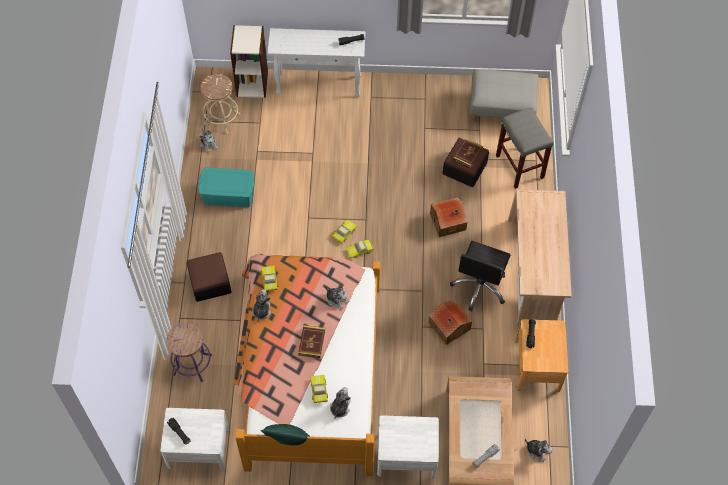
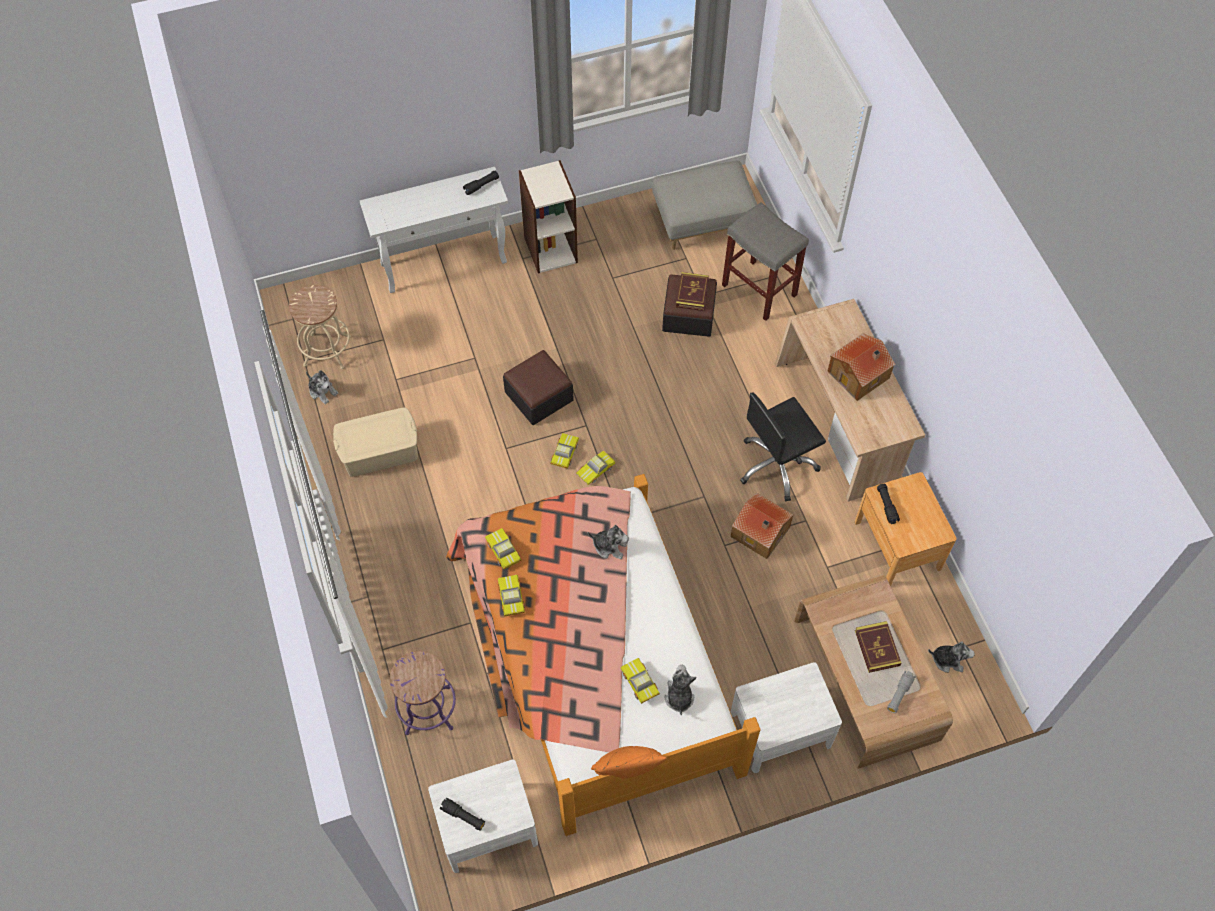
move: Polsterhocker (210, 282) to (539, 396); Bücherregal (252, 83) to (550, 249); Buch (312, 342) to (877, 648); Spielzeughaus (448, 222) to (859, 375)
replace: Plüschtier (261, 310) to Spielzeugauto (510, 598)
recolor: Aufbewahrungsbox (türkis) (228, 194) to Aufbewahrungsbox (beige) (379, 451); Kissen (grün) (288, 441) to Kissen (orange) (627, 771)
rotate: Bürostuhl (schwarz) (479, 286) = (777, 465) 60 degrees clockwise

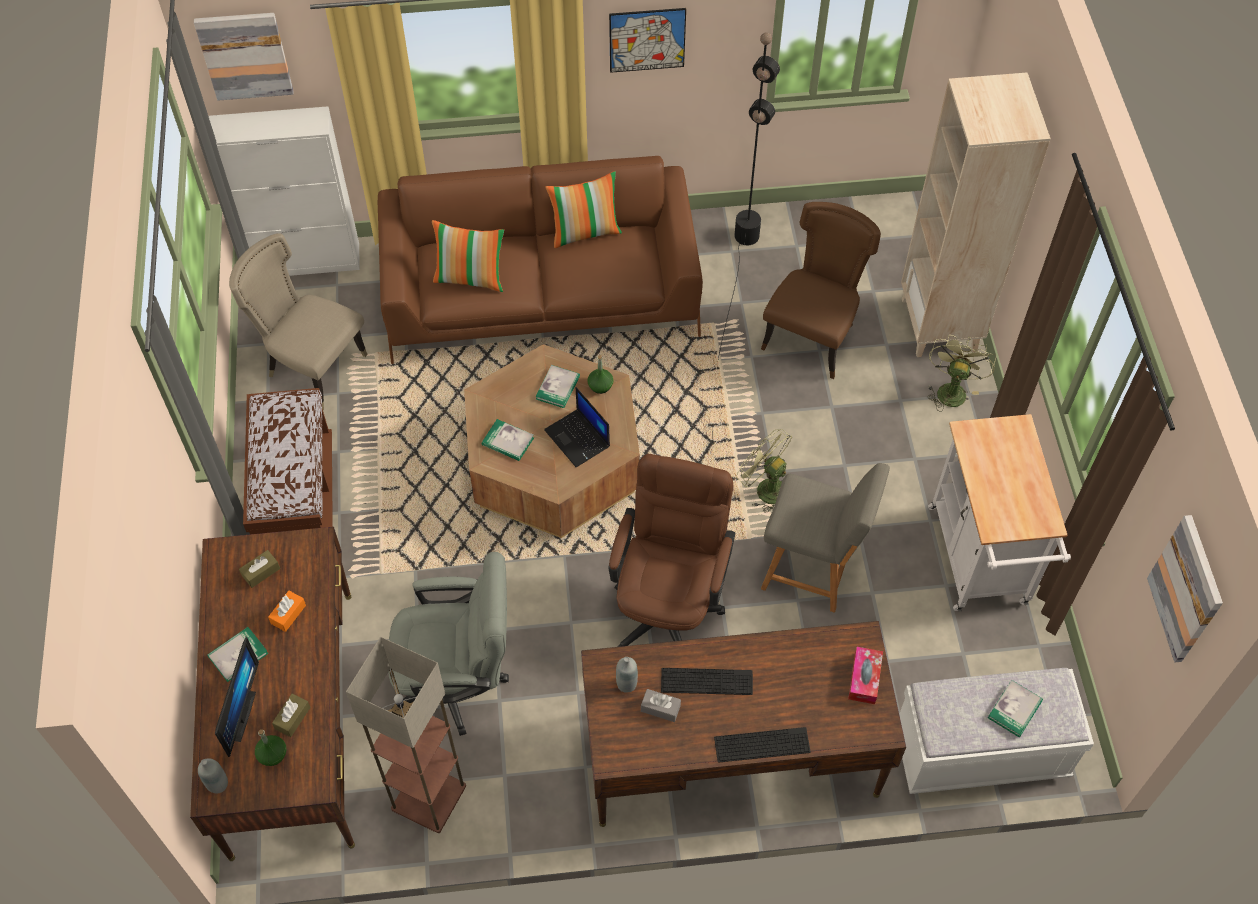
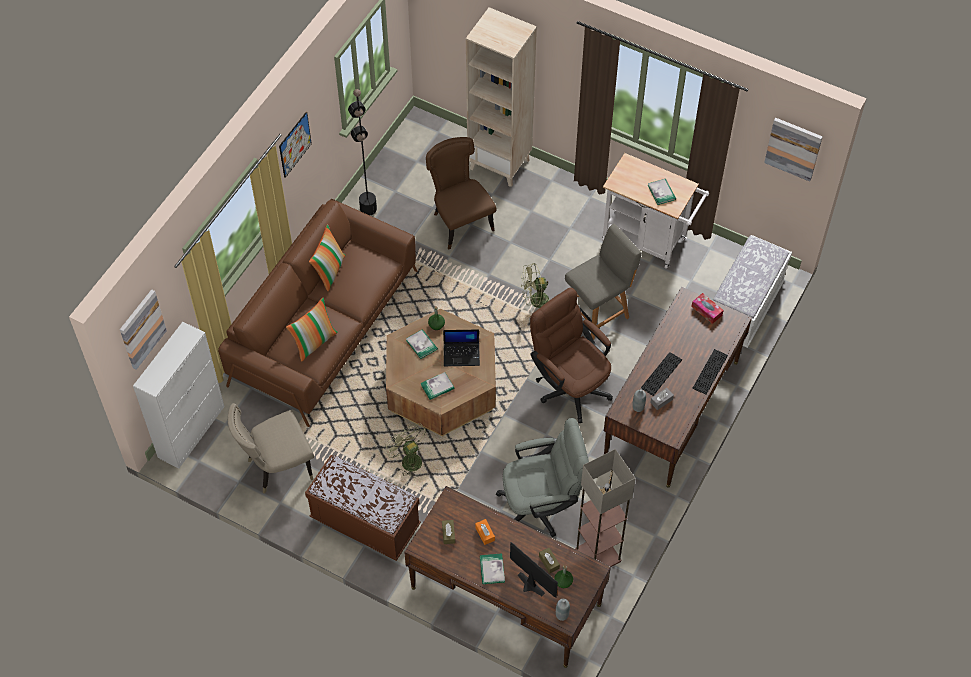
move: Ventilator (grün) (951, 389) to (408, 459); Buch (1014, 709) to (661, 192)
rotate: Bürostuhl (grau) (458, 682) = (541, 505) 45 degrees clockwise

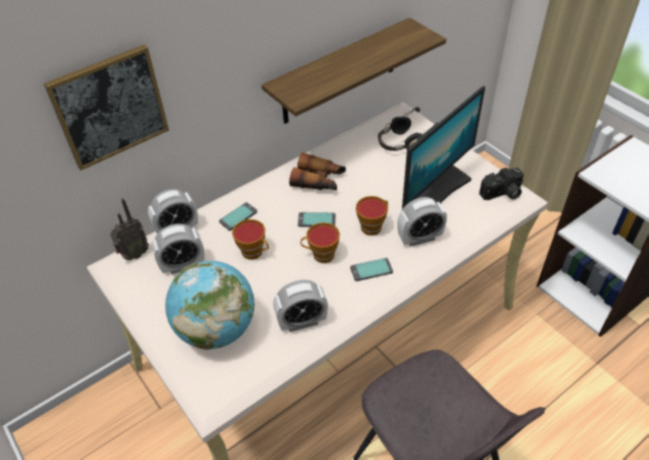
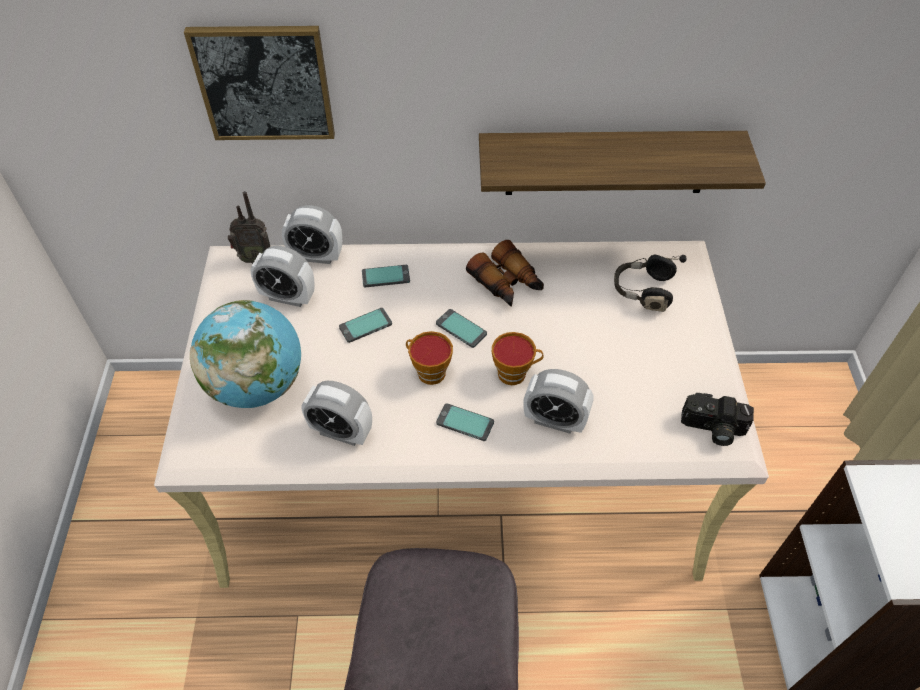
delete: Monitor (435, 191)
replace: Tasse (254, 252) to Handy (365, 326)

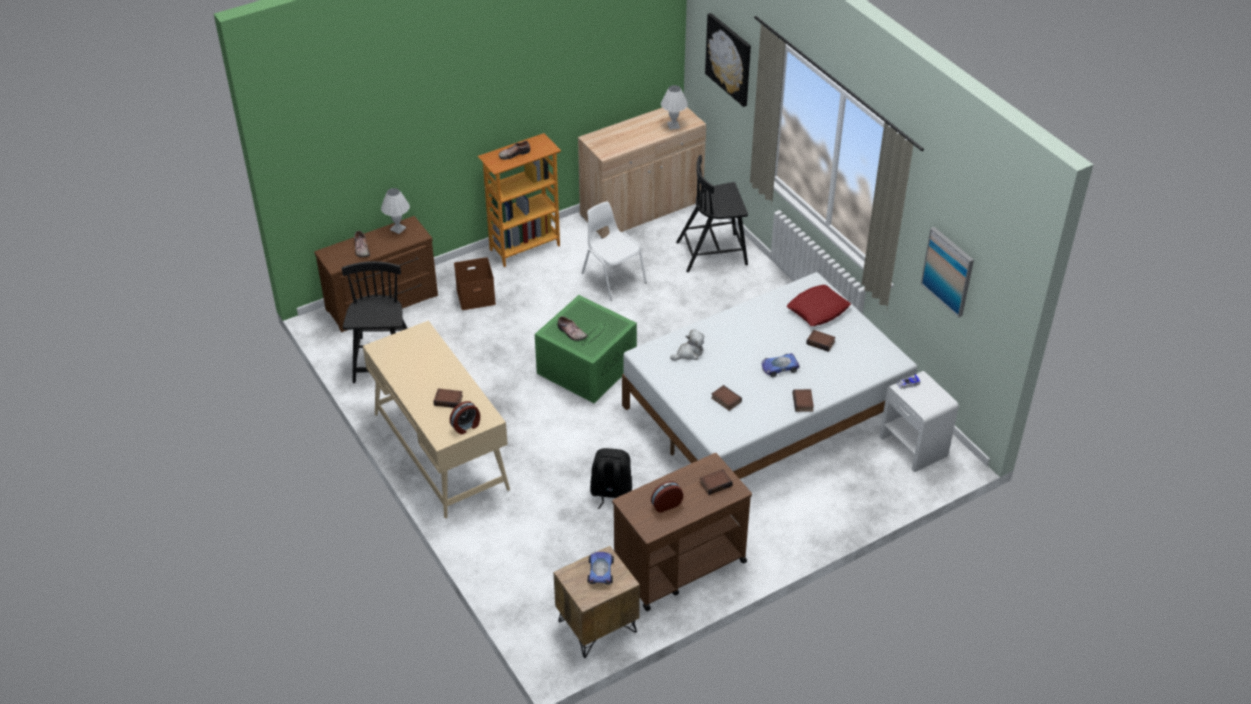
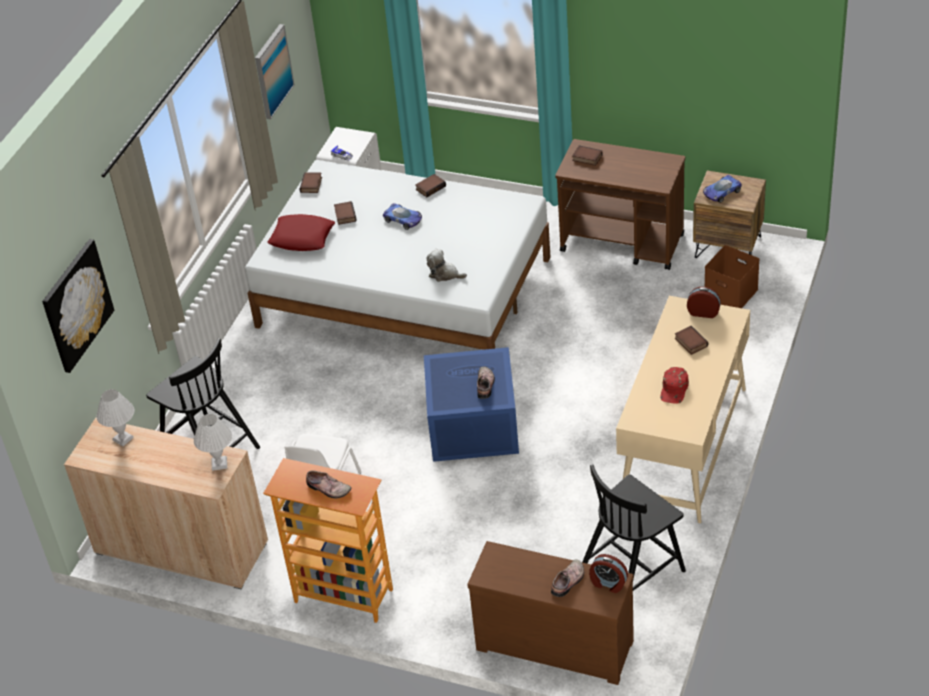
delete: Rucksack (schwarz) (610, 493)
insert: Kappe (rot) (674, 389)
move: Tischlampe (weiß) (397, 229) to (219, 464); Aufbewahrungsbox (braun) (476, 296) to (729, 293); Wecker (666, 504) to (608, 583); Buch (725, 400) to (312, 185)
recolor: Aufbewahrungsbox (grün) (586, 366) to Aufbewahrungsbox (blau) (472, 427)

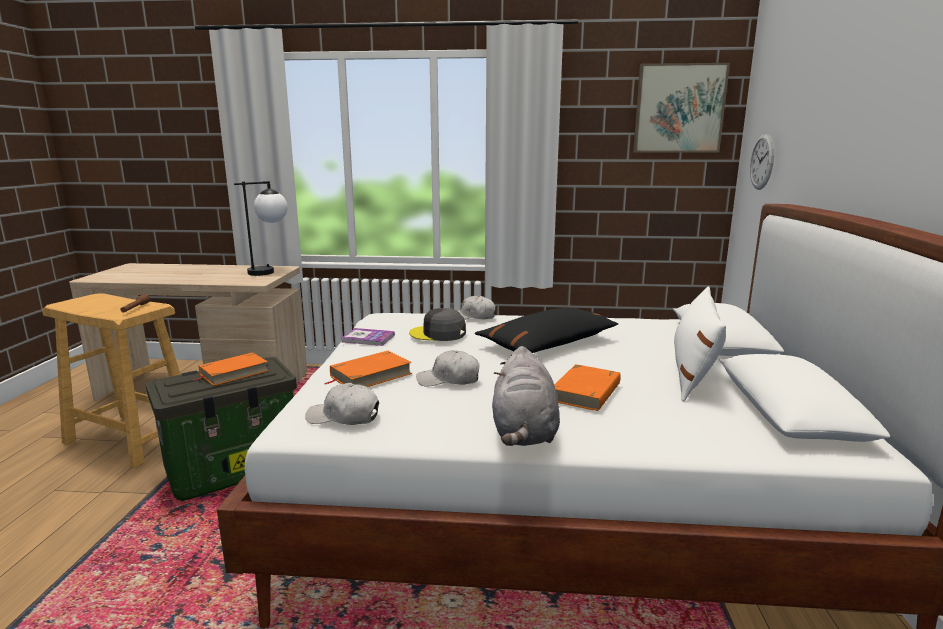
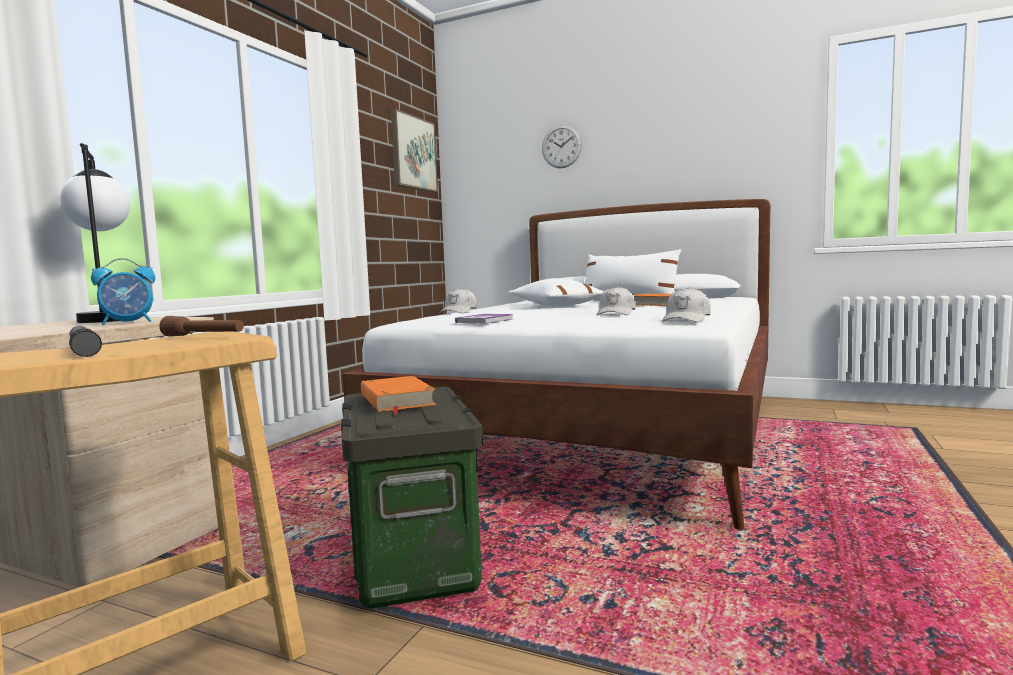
delete: Buch (orange) (370, 375); Kappe (grau) (438, 334); Plüschtier (grau) (524, 432)
insert: Taschenlampe (83, 350); Wecker (128, 323)
move: Wanduhr (762, 162) to (561, 146)
recolor: Kissen (schwarz) (548, 343) to Kissen (weiß) (554, 306)

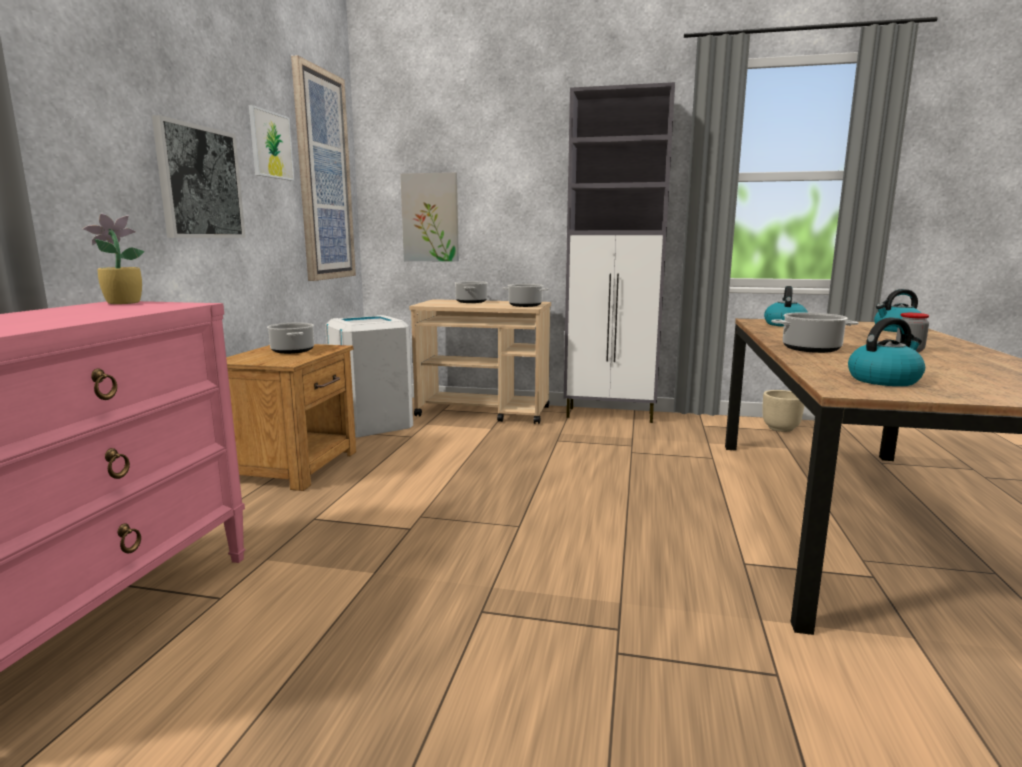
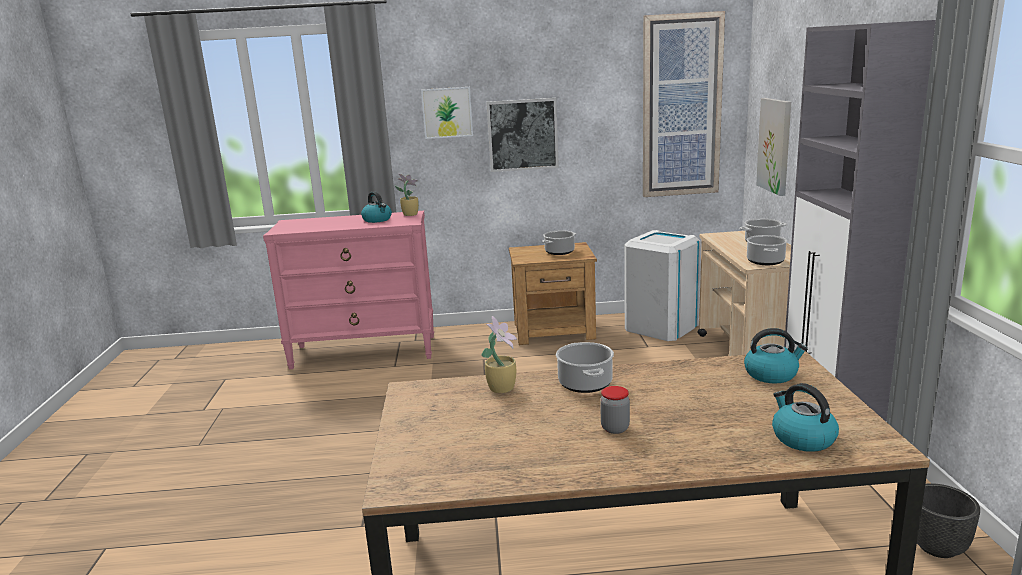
insert: Topfpflanze (502, 388)
move: Bild (271, 145) to (447, 112); Wasserkessel (884, 380) to (377, 220)
recolor: Pflanzkübel (beige) (781, 428) to Pflanzkübel (schwarz) (938, 547)

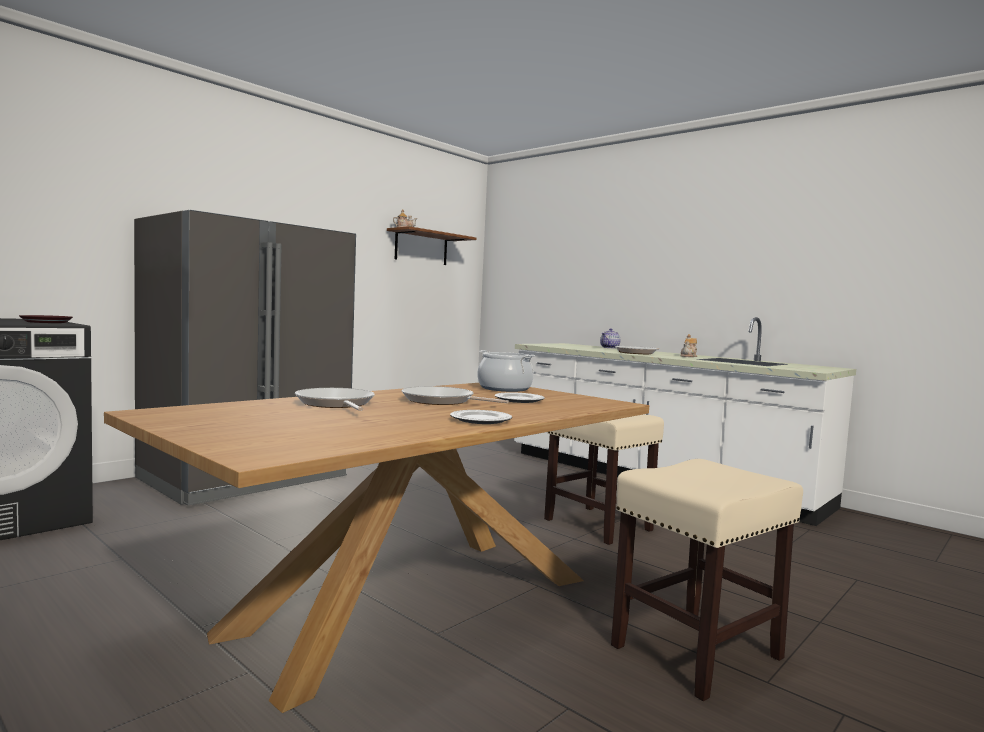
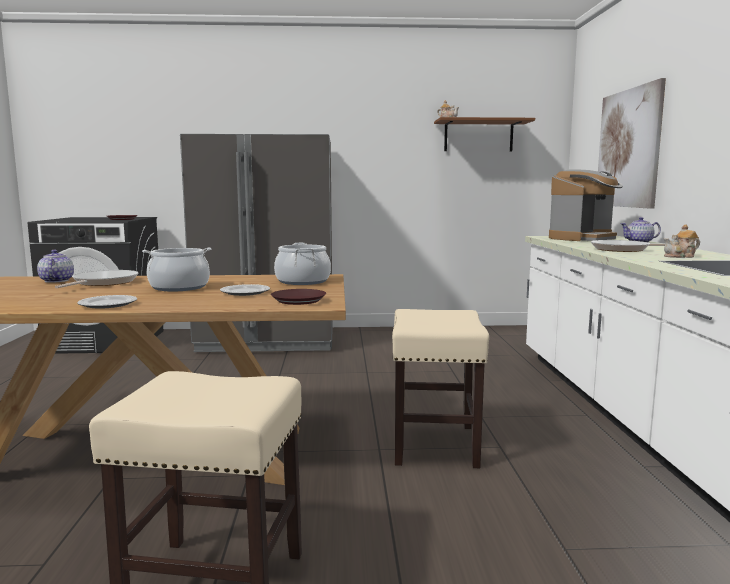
insert: Teekanne (56, 281); Teller (braun) (299, 301); Kaffeemaschine (582, 238); Bild (628, 148)
replace: Pfanne (441, 401) to Kochtopf (179, 287)

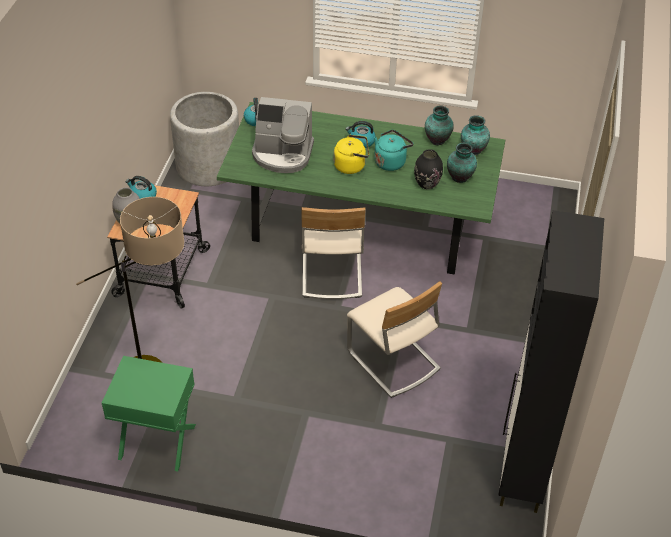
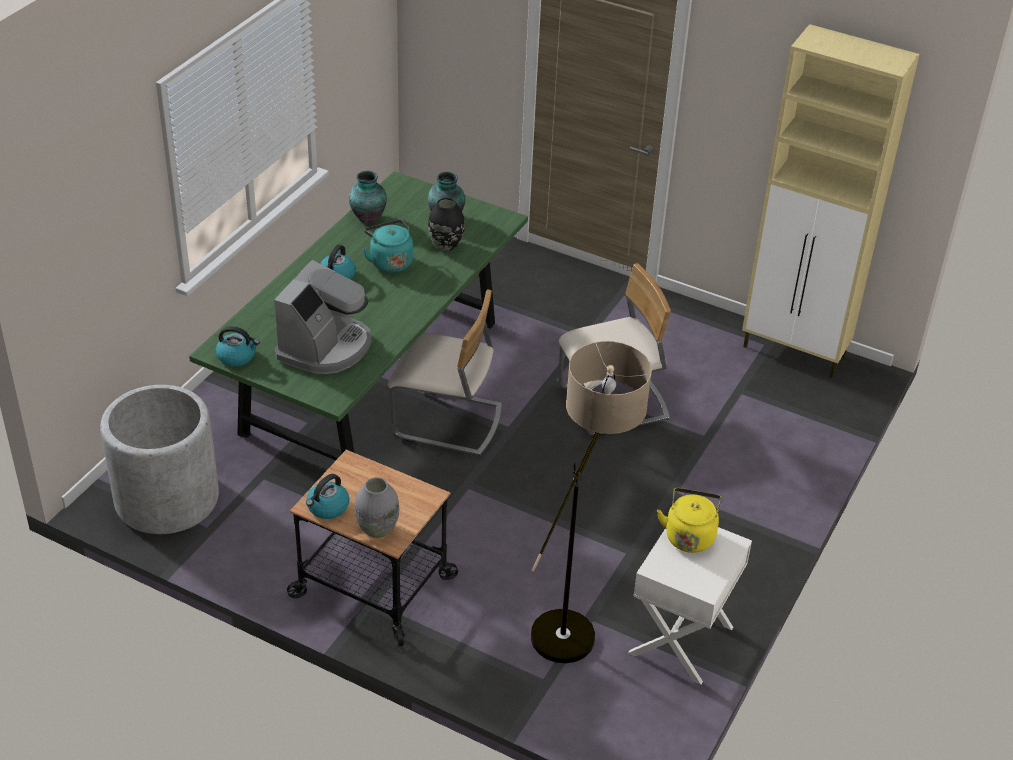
delete: Vase (472, 150)
move: Wasserkessel (gelb) (351, 165) to (689, 535)
recolor: Nachttisch (grün) (157, 442) to Nachttisch (weiß) (682, 640); Schrank (schwarz) (522, 473) to Schrank (beige) (795, 352)

